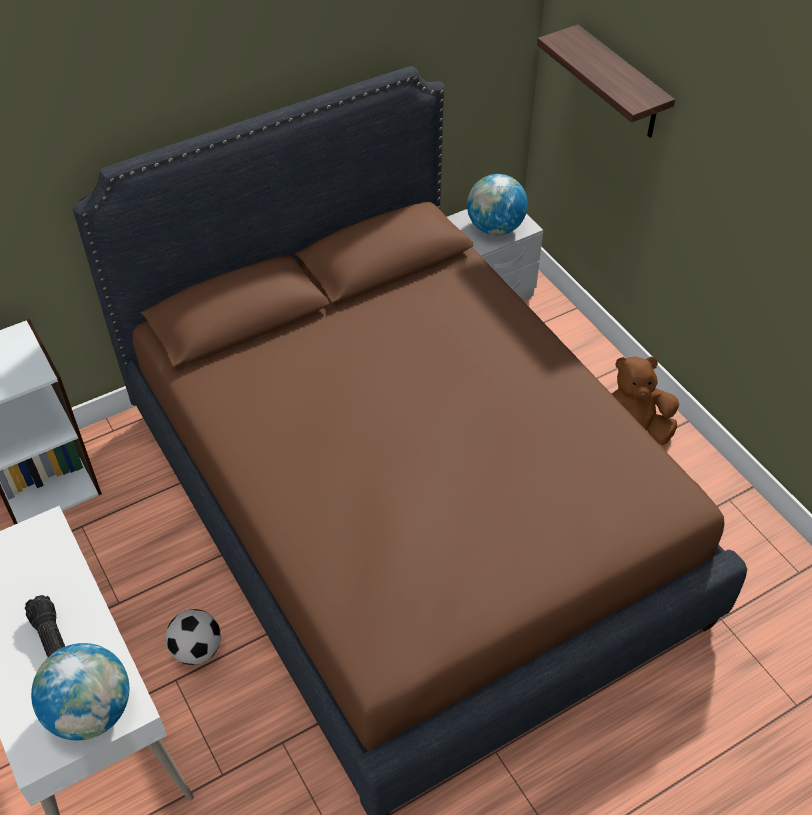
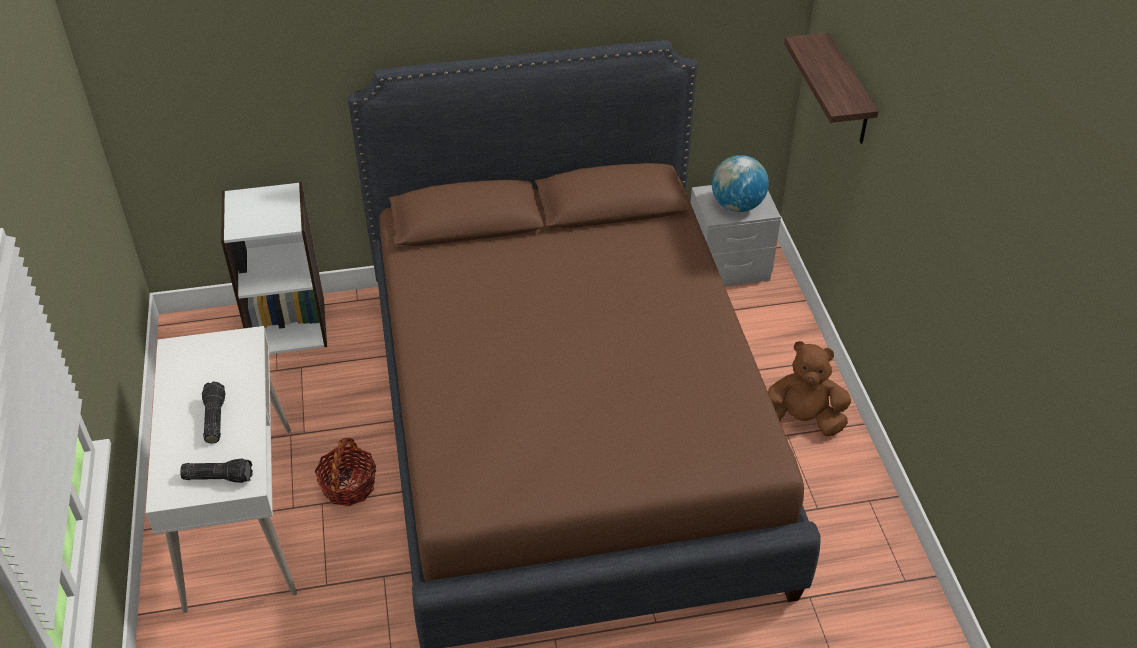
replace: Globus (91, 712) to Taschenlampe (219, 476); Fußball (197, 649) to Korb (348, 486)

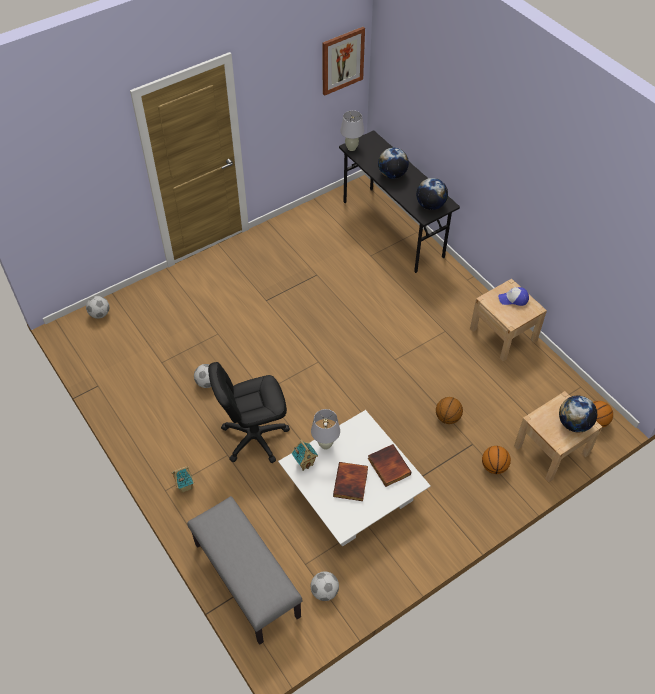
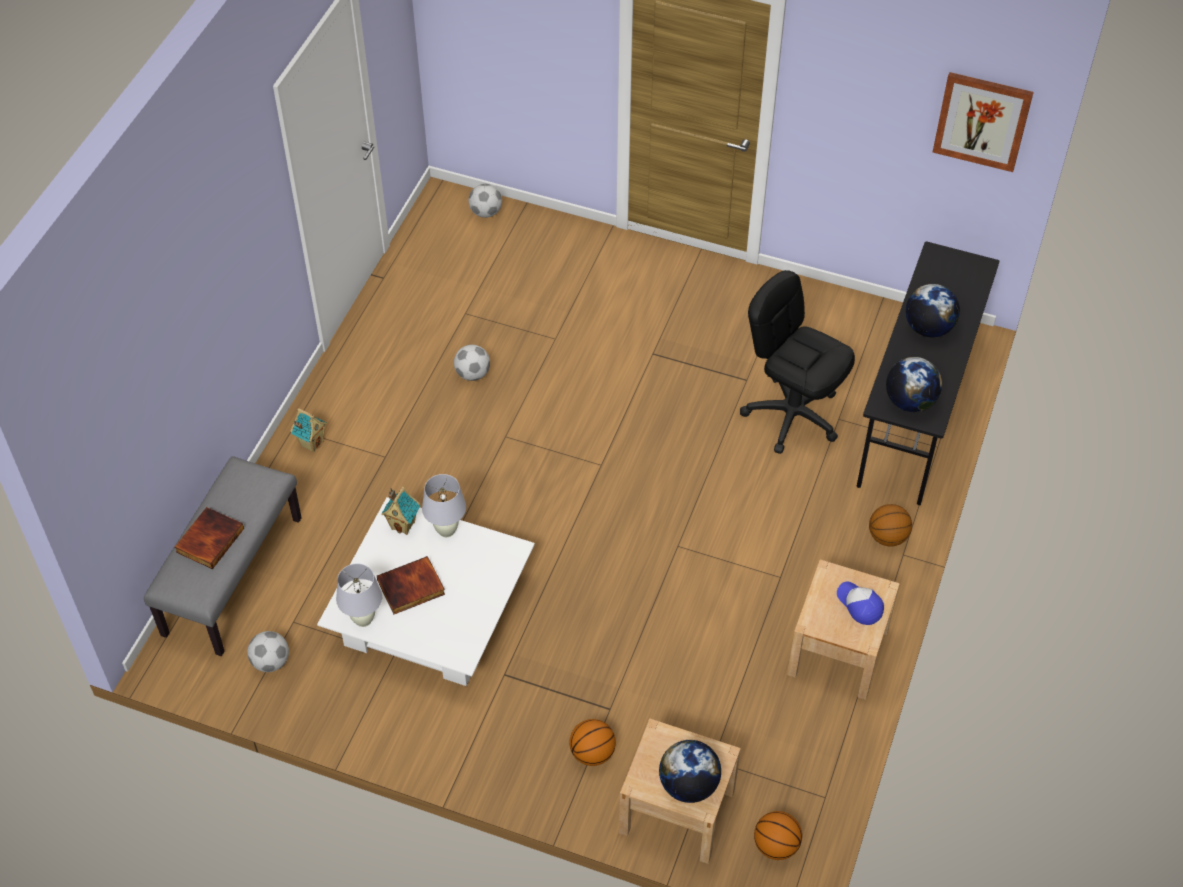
move: Bürostuhl (schwarz) (254, 437) to (792, 415); Tischlampe (weiß) (351, 148) to (363, 619); Buch (388, 466) to (209, 539); Basketball (447, 417) to (888, 537)

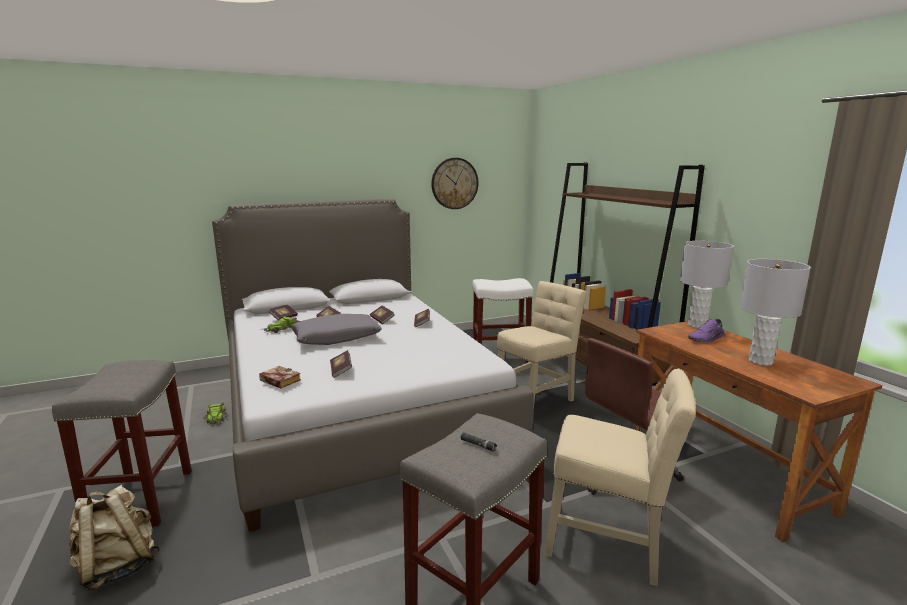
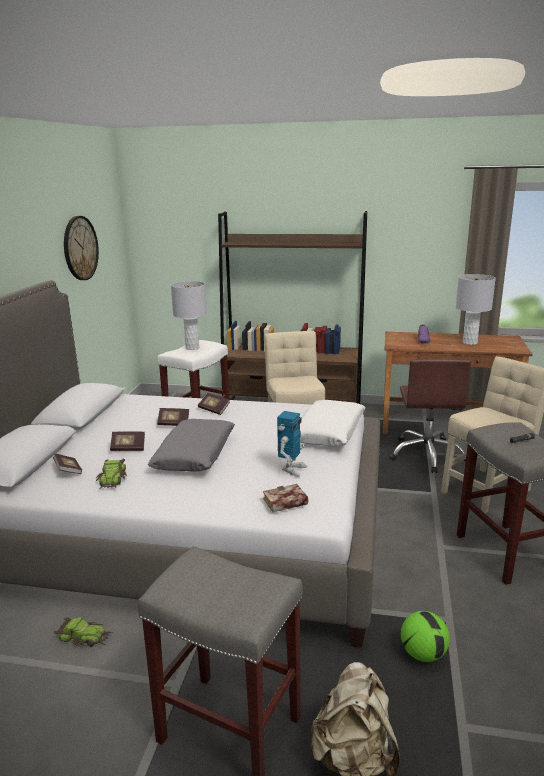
insert: Kissen (weiß) (329, 432); Fußball (423, 654)
move: Tischlampe (grau) (697, 325) to (192, 348)
replace: Buch (341, 370) to Spielzeugroboter (291, 469)

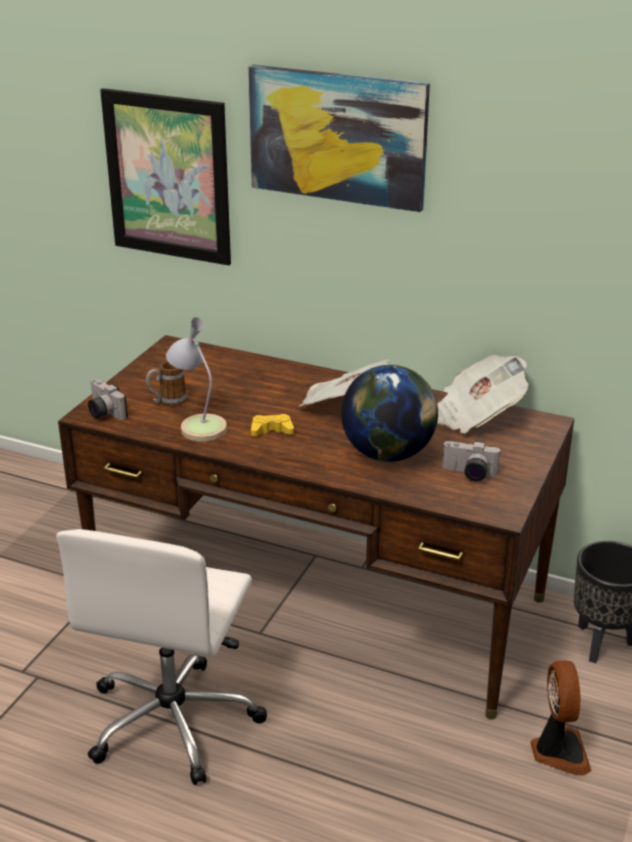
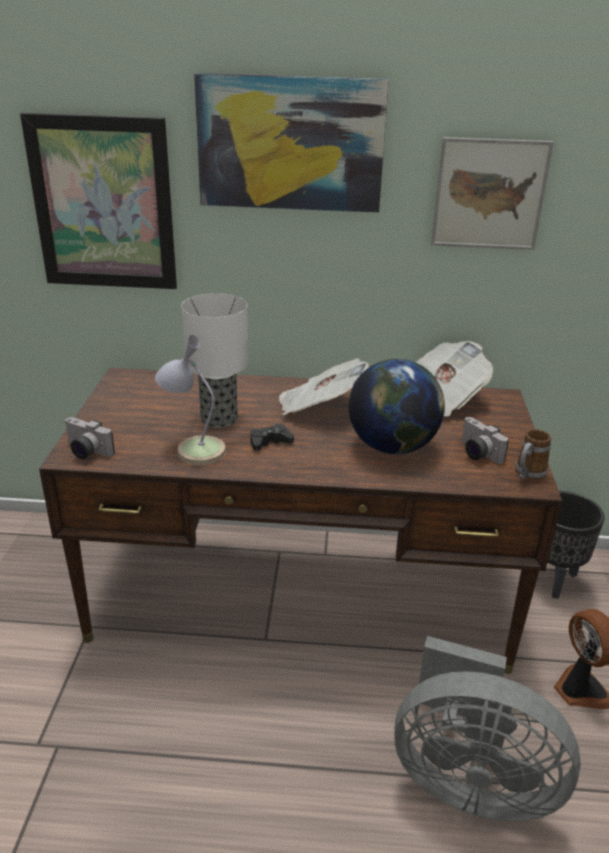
delete: Bürostuhl (weiß) (174, 720)
insert: Tischlampe (219, 419); Ventilator (grau) (468, 780); Bild (489, 194)
move: Henkelbecher (167, 401) to (527, 475)
recolor: Gamepad (gelb) (271, 431) to Gamepad (schwarz) (269, 442)
rotate: Kamera (468, 474) = (476, 453) 60 degrees clockwise

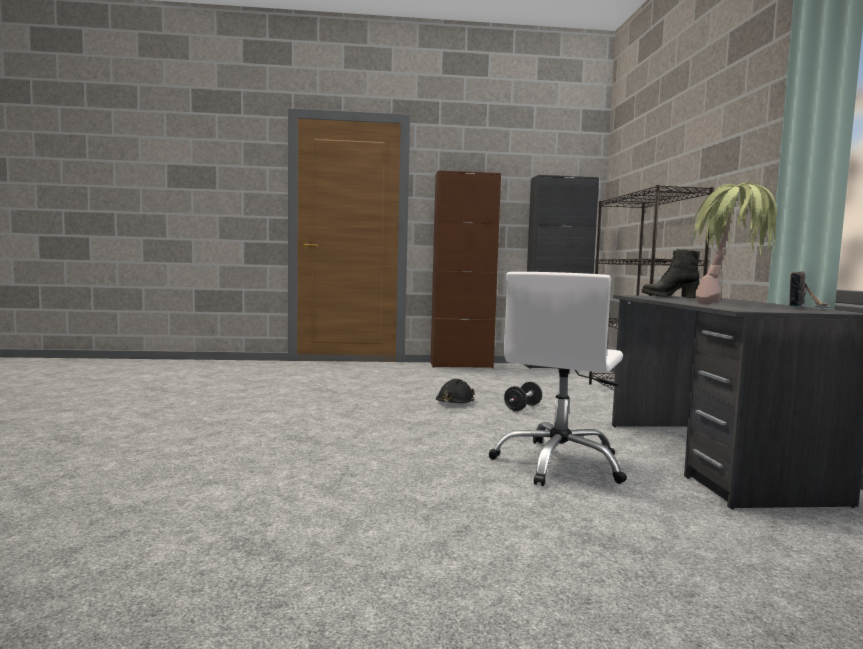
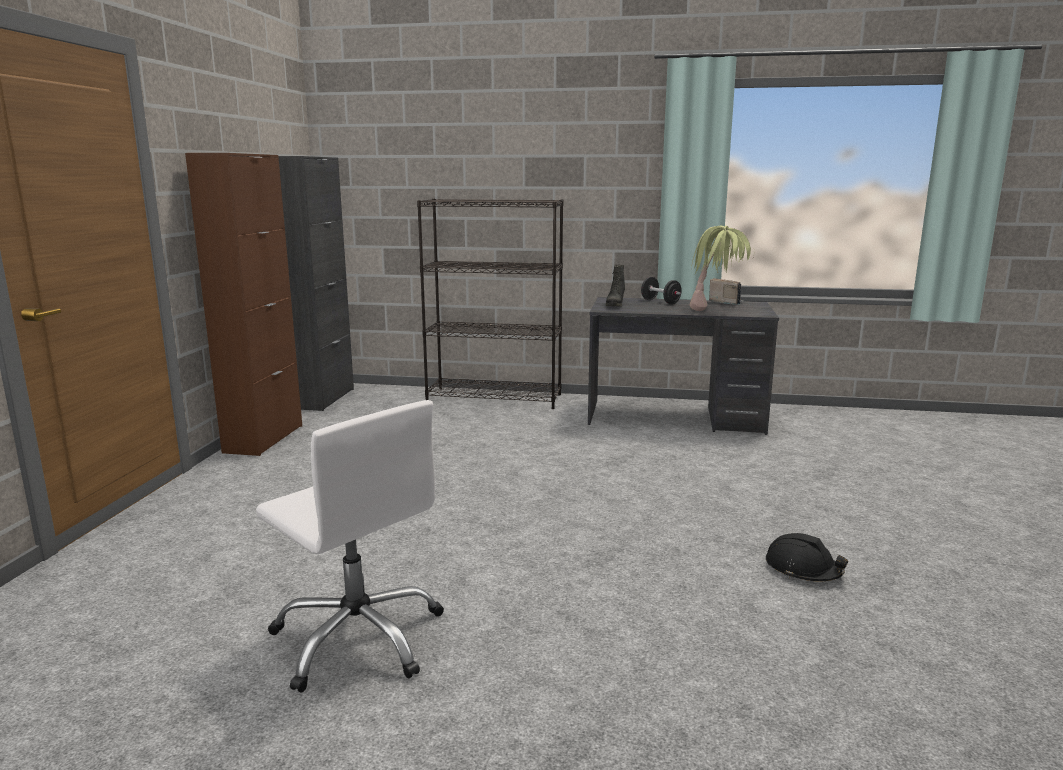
move: Schutzhelm (schwarz) (454, 402) to (803, 570); Bürostuhl (weiß) (559, 464) to (359, 637); Hantel (schwarz) (522, 408) to (660, 301)

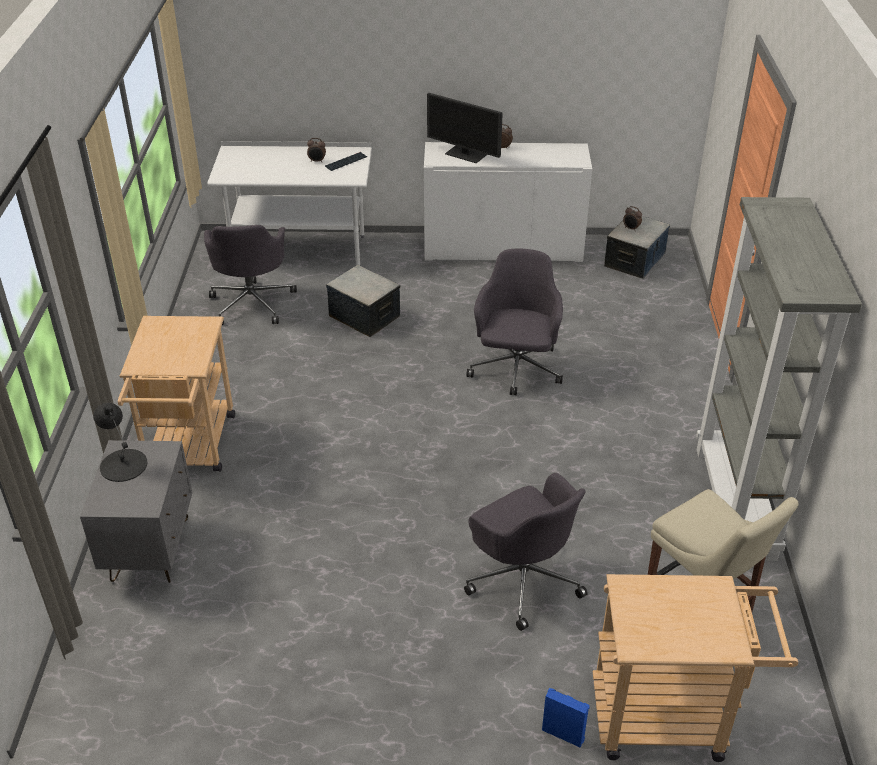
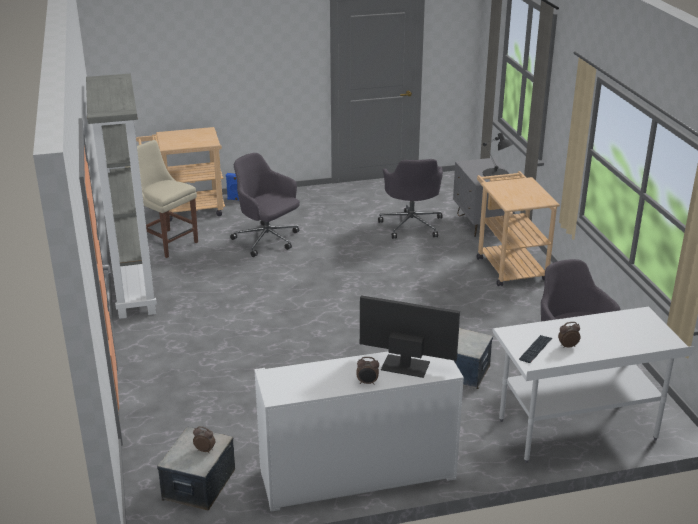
move: Bürostuhl (grau) (516, 369) to (411, 225)

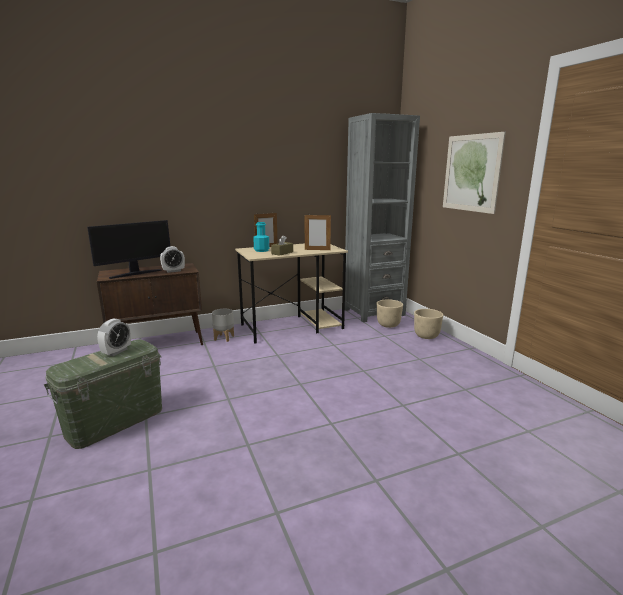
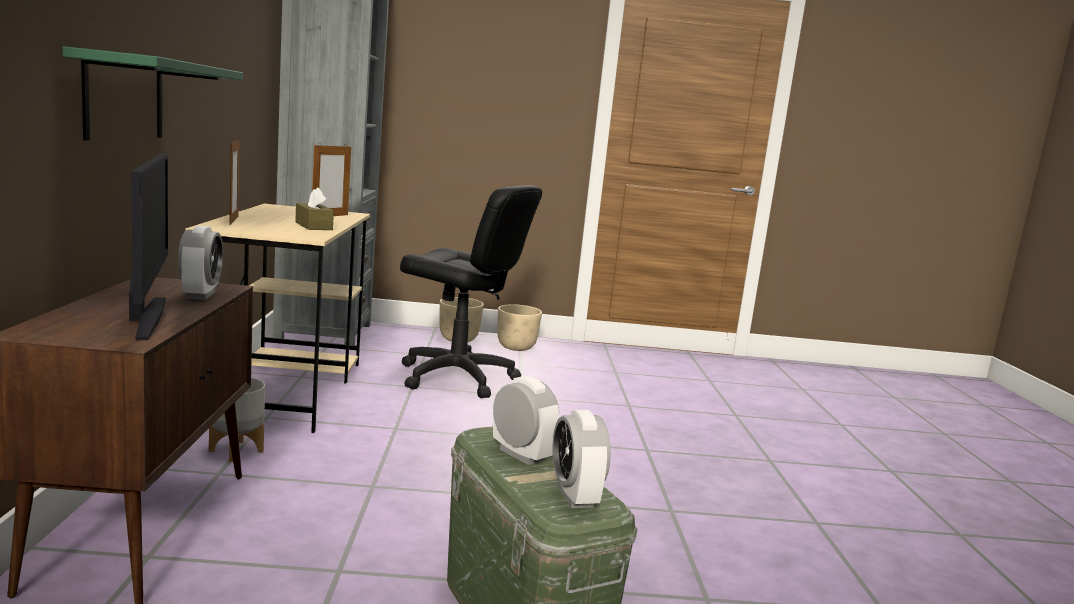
delete: Flasche (türkis) (261, 250); Bild (471, 173)
insert: Wandregal (grün) (124, 98); Bürostuhl (schwarz) (457, 377); Wecker (575, 496)
move: Pflanzkübel (beige) (388, 325) to (516, 347)

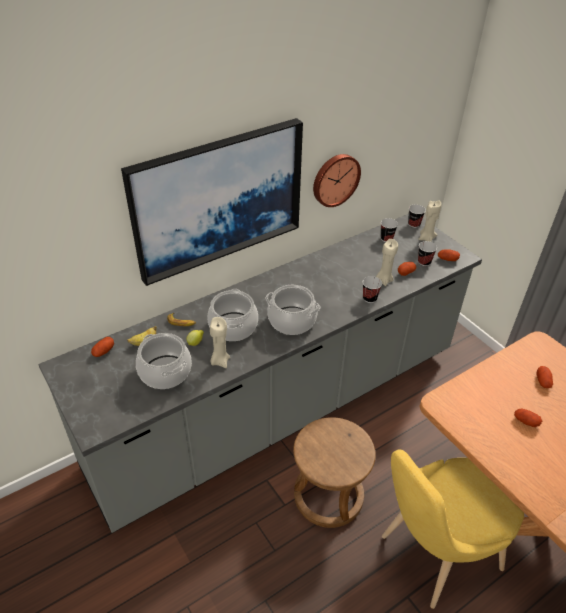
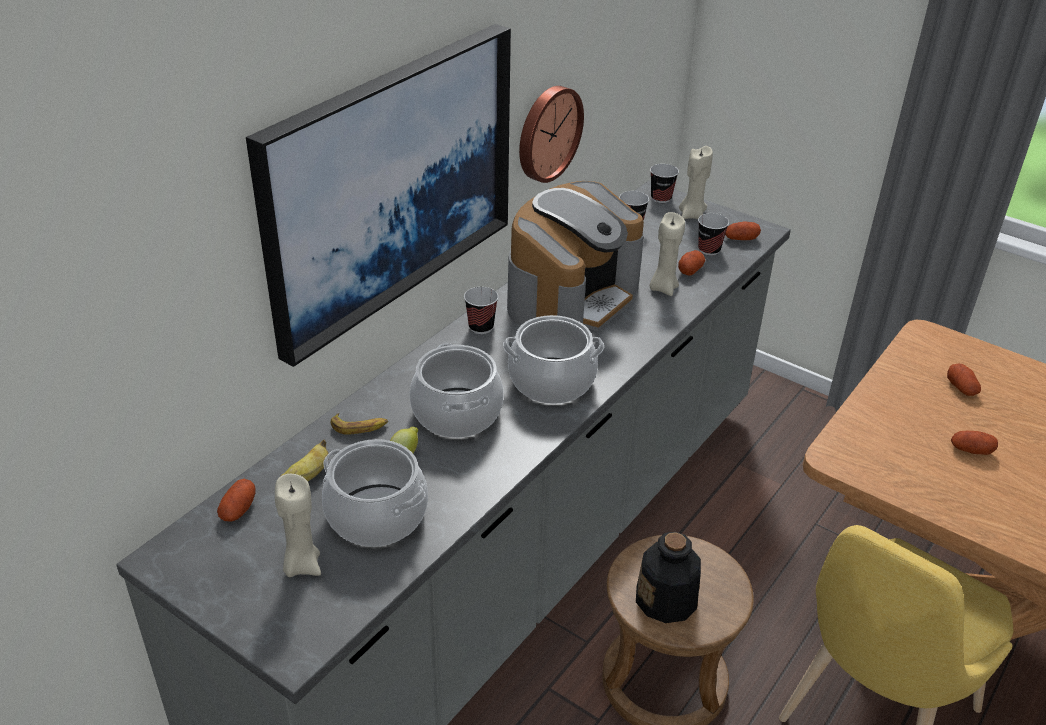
insert: Kaffeemaschine (571, 298); Flasche (666, 600)
move: Kerze (beige) (220, 361) to (301, 565); Tasse (369, 298) to (481, 327)

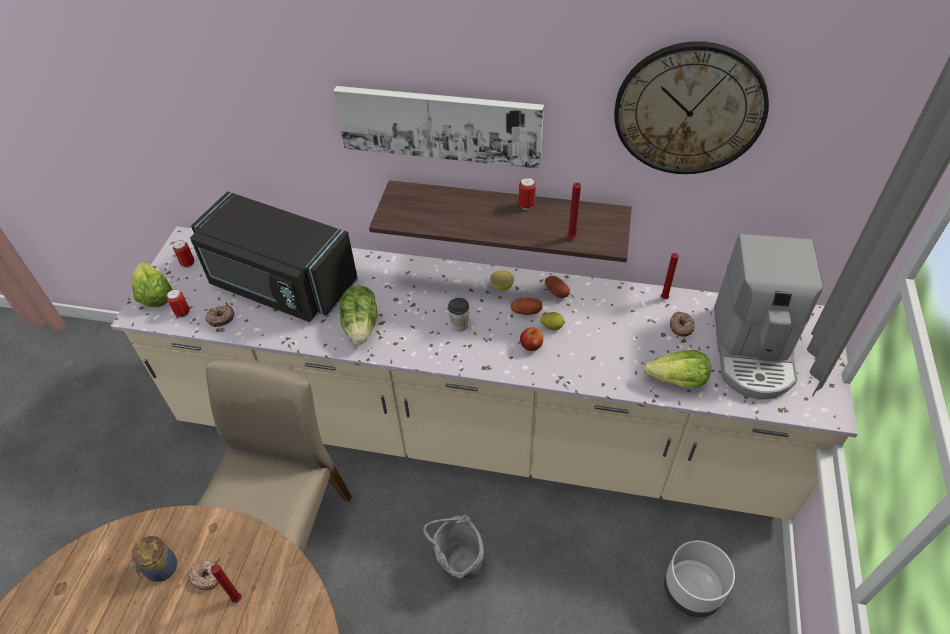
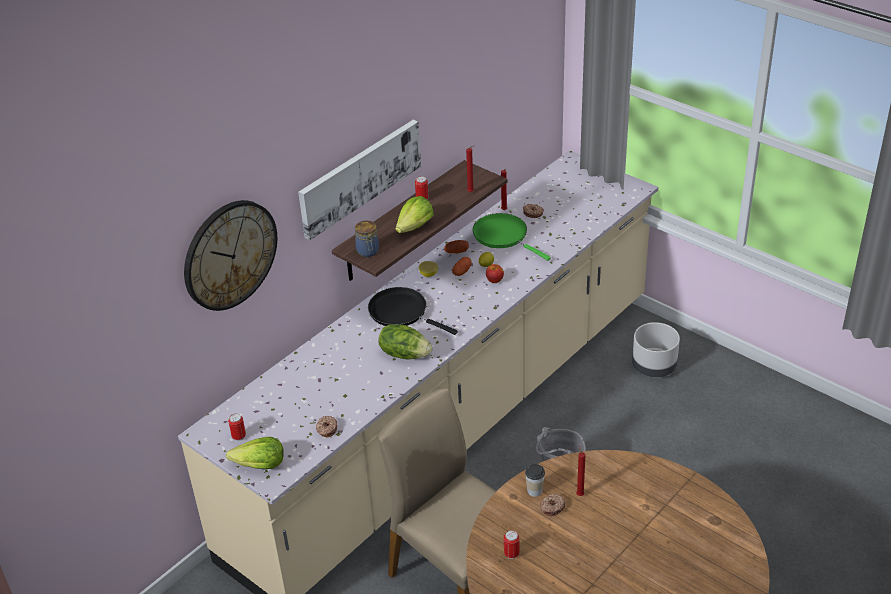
delete: Mikrowelle (schwarz) (280, 285); Kaffeemaschine (753, 350)
insert: Pfanne (schwarz) (401, 312); Pfanne (grün) (503, 236)
move: Vorratsglas (161, 569) to (368, 252); Dose (183, 313) to (511, 554); Tasse (459, 325) to (534, 491); Wanduhr (689, 110) to (229, 254); Salatkopf (677, 381) to (415, 227)

